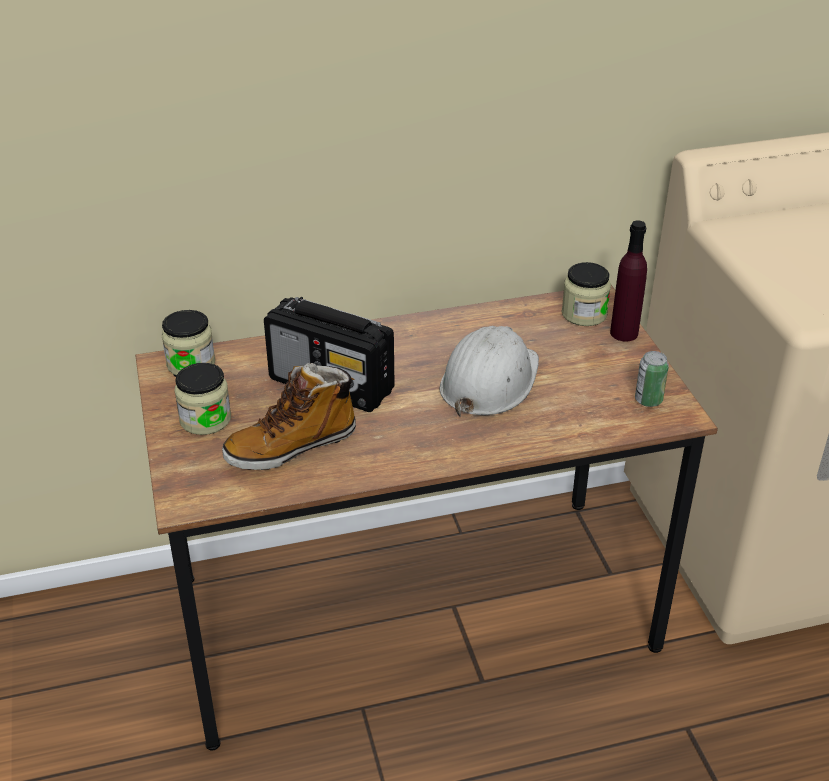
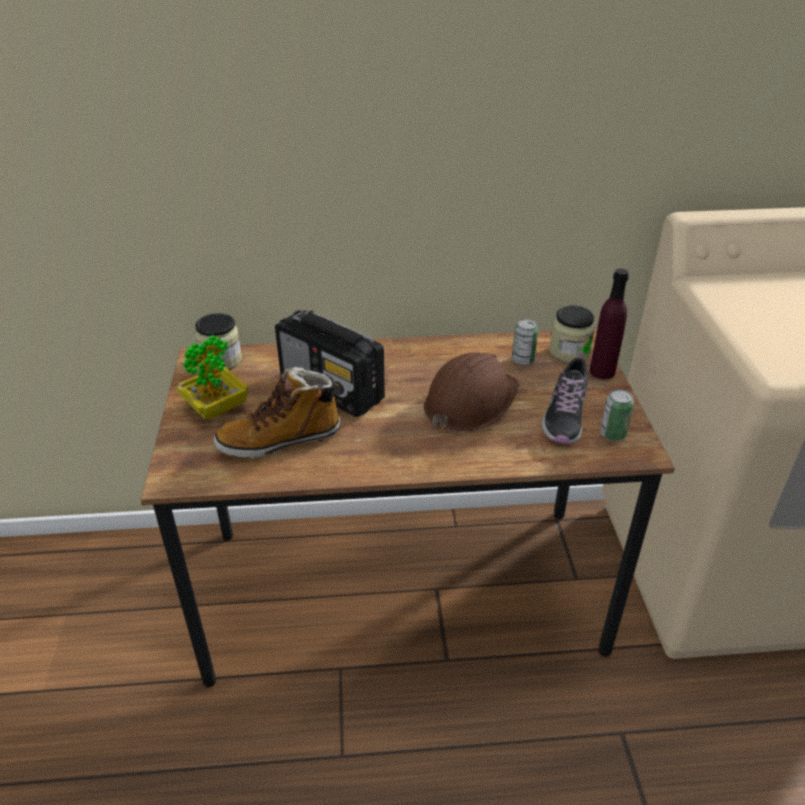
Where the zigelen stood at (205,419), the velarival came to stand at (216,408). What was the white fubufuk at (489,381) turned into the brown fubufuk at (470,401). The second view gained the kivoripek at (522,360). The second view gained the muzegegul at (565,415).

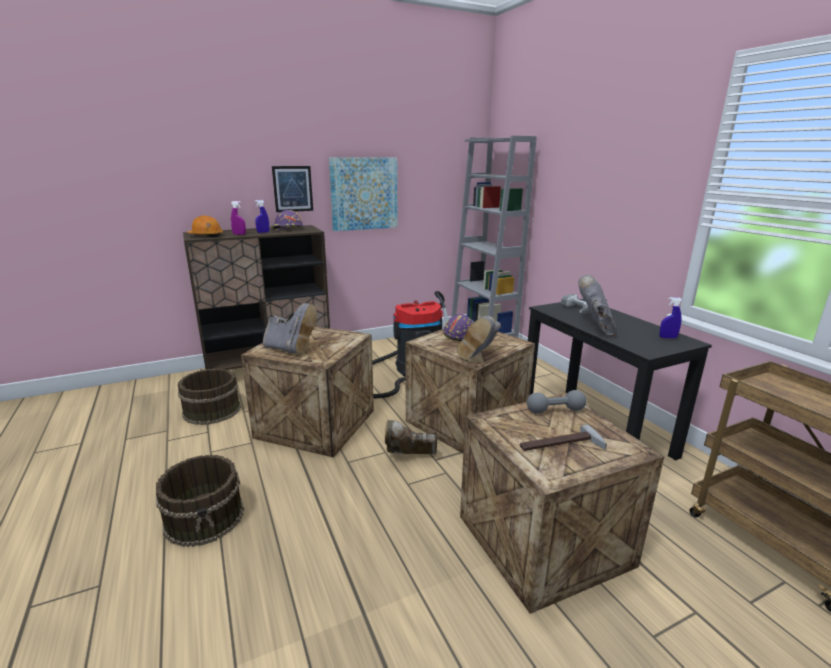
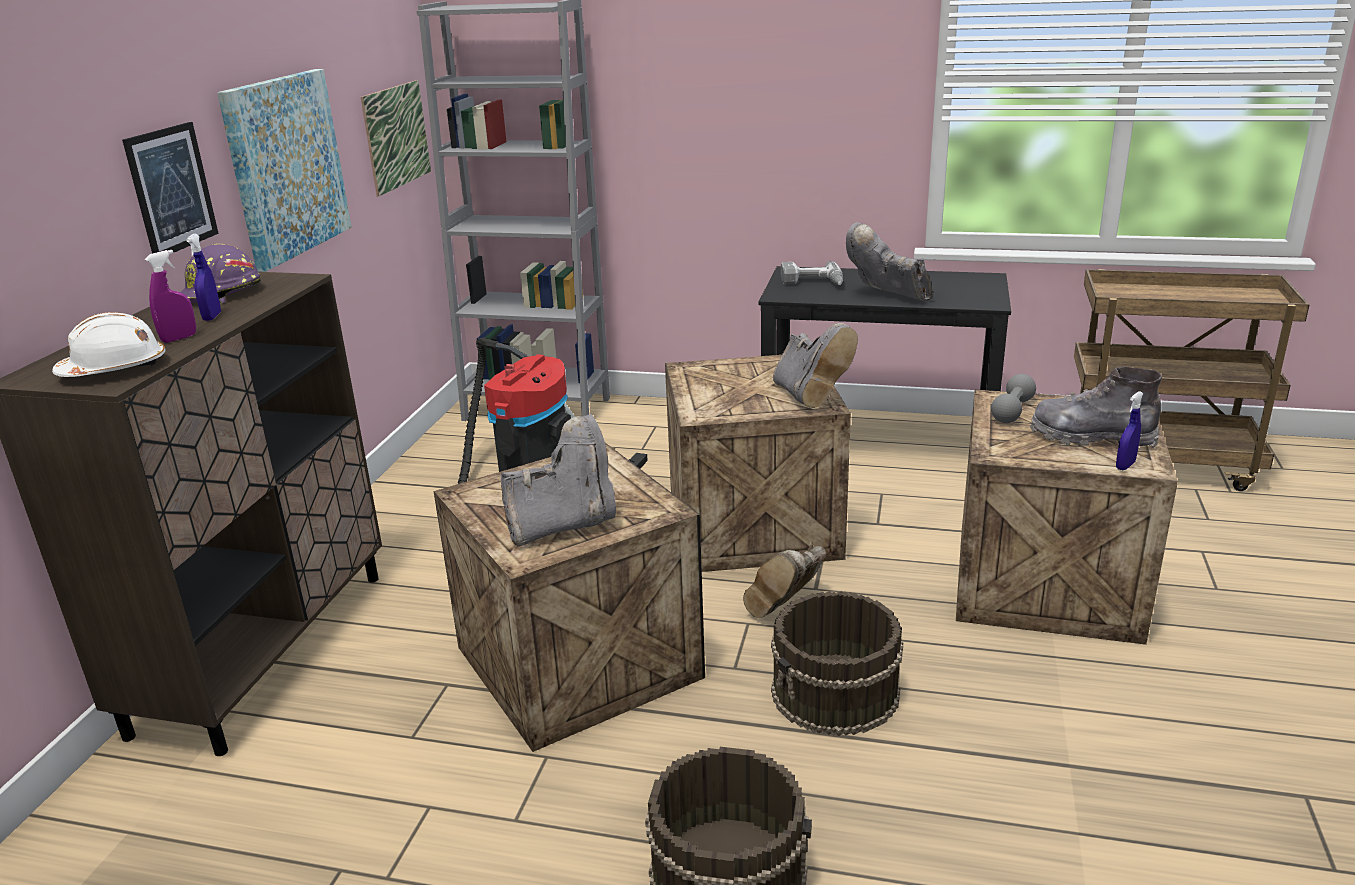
The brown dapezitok ended up elsewhere, having gone from (211,410) to (836,693). What was the orange fubufuk at (206,236) turned into the white fubufuk at (115,369). The second view lost the purple fubufuk at (458,334). Where the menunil stood at (561,445), the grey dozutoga came to stand at (1091,437). The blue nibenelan ended up elsewhere, having gone from (667,338) to (1125,466). The second view gained the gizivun at (396,136).

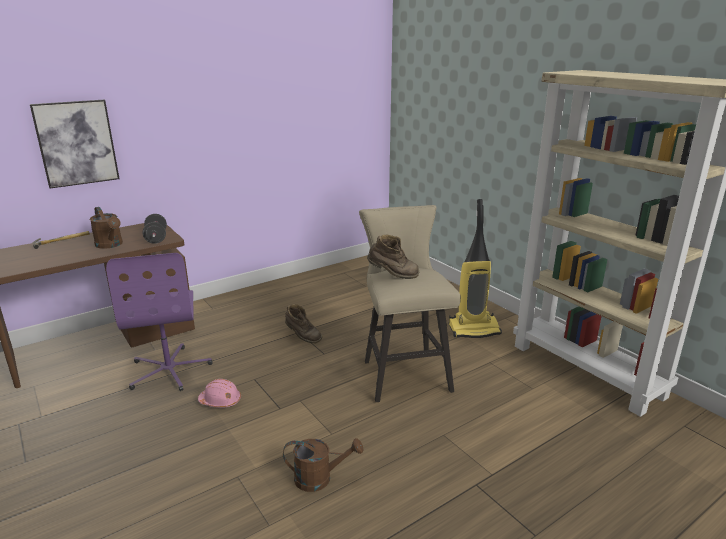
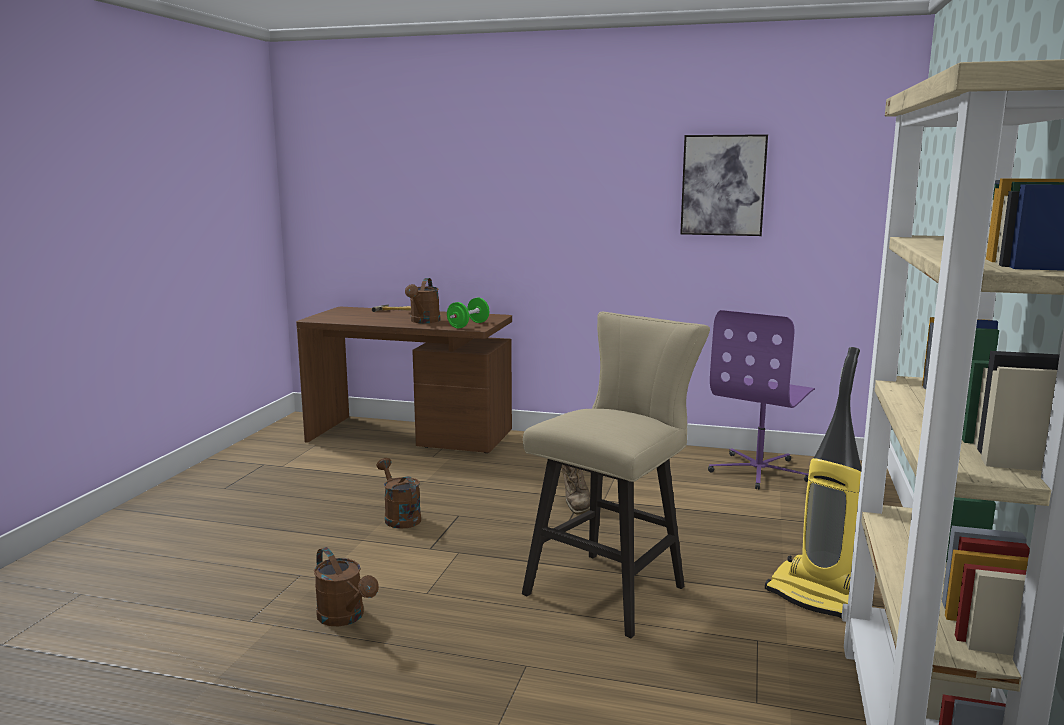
The gizivun ended up elsewhere, having gone from (76,143) to (723,185). The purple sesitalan ended up elsewhere, having gone from (170,370) to (759,471). What was the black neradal at (156,238) turned into the green neradal at (468,325). Where the pink fubufuk stood at (220,401), the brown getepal came to stand at (399,517). The second view lost the brown dozutoga at (393,276).

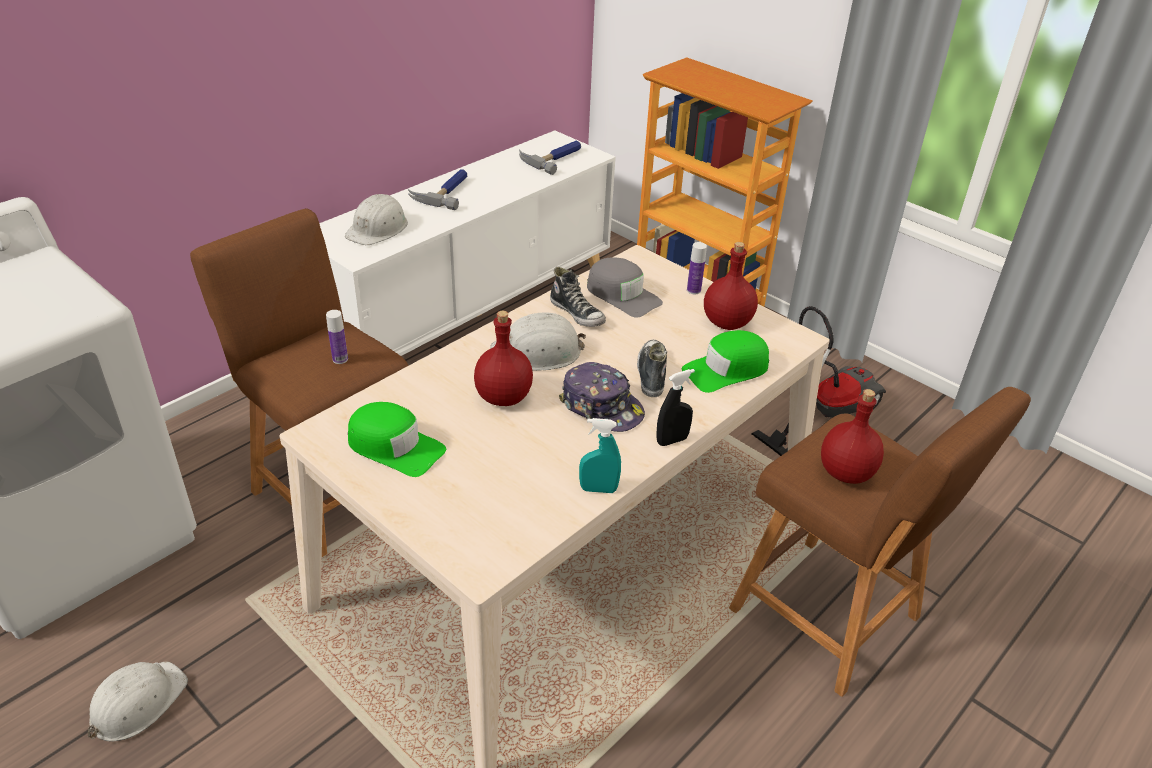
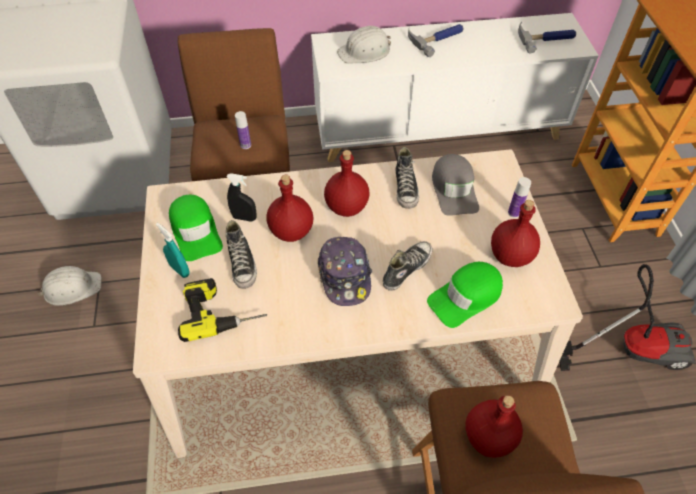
Where the white fubufuk stood at (537,352), the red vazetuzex came to stand at (347,207). The turquoise nibenelan ended up elsewhere, having gone from (598,489) to (180,270). The black nibenelan ended up elsewhere, having gone from (672,440) to (244,218). The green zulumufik at (726,370) ended up facing another way, 45 degrees counterclockwise from before. The second view gained the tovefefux at (222,309). The second view gained the muzegegul at (242,264).

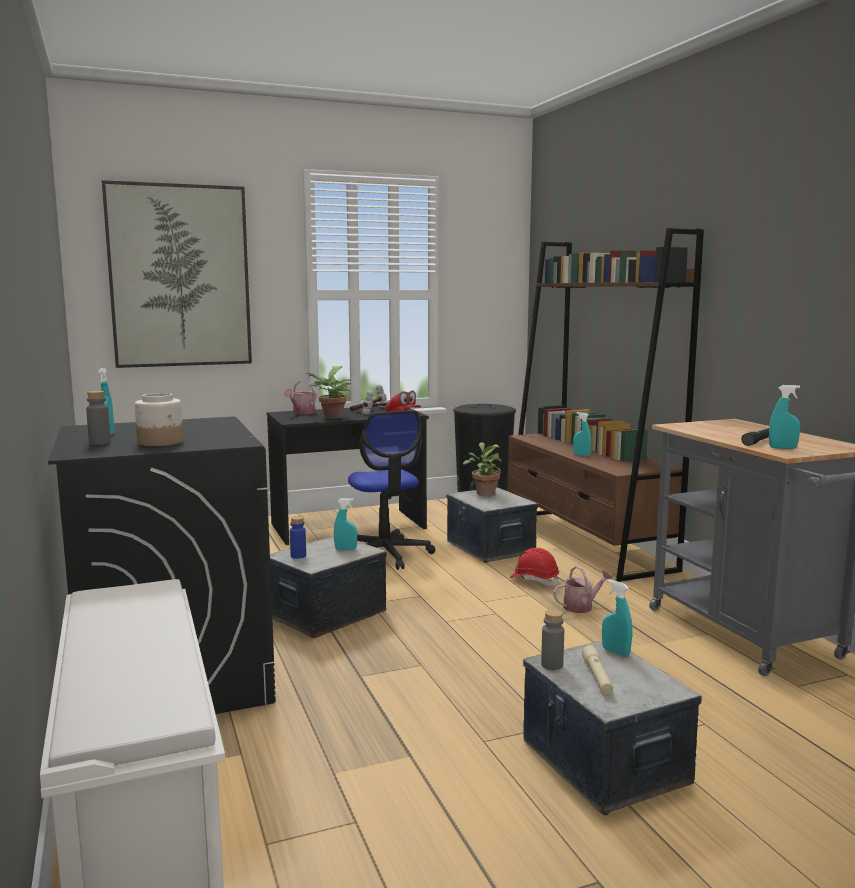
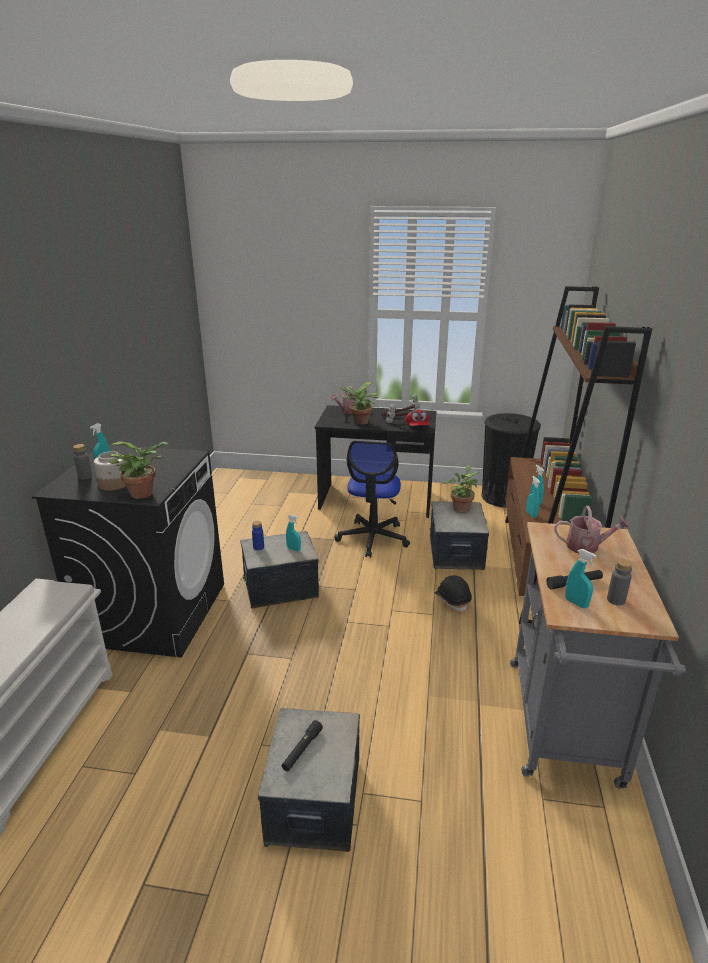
The second view lost the gizivun at (180,276). What was the red fubufuk at (534,580) turned into the black fubufuk at (452,600). The grey vazetuzex ended up elsewhere, having gone from (552,665) to (616,600). The getepal ended up elsewhere, having gone from (581,606) to (587,546). What was the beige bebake at (597,677) turned into the black bebake at (302,750). The turquoise nibenelan ended up elsewhere, having gone from (615,652) to (531,514). The second view gained the velarival at (144,493).

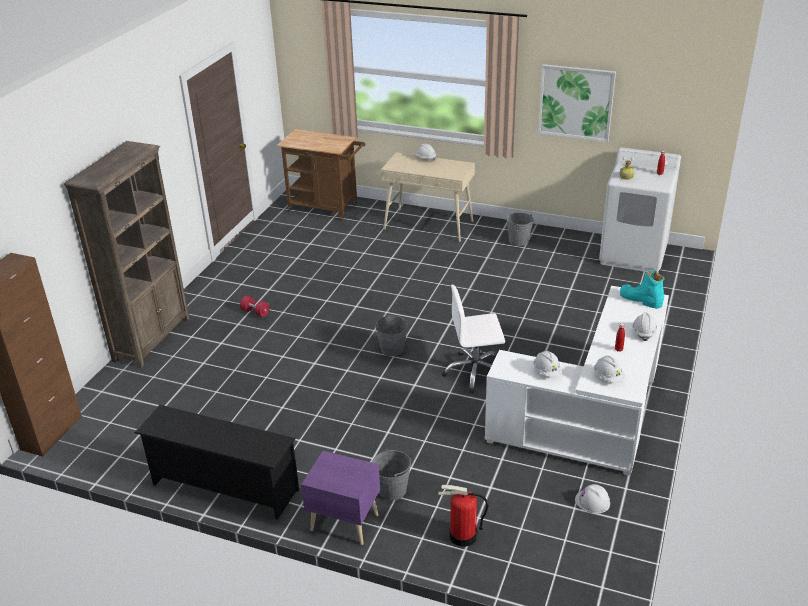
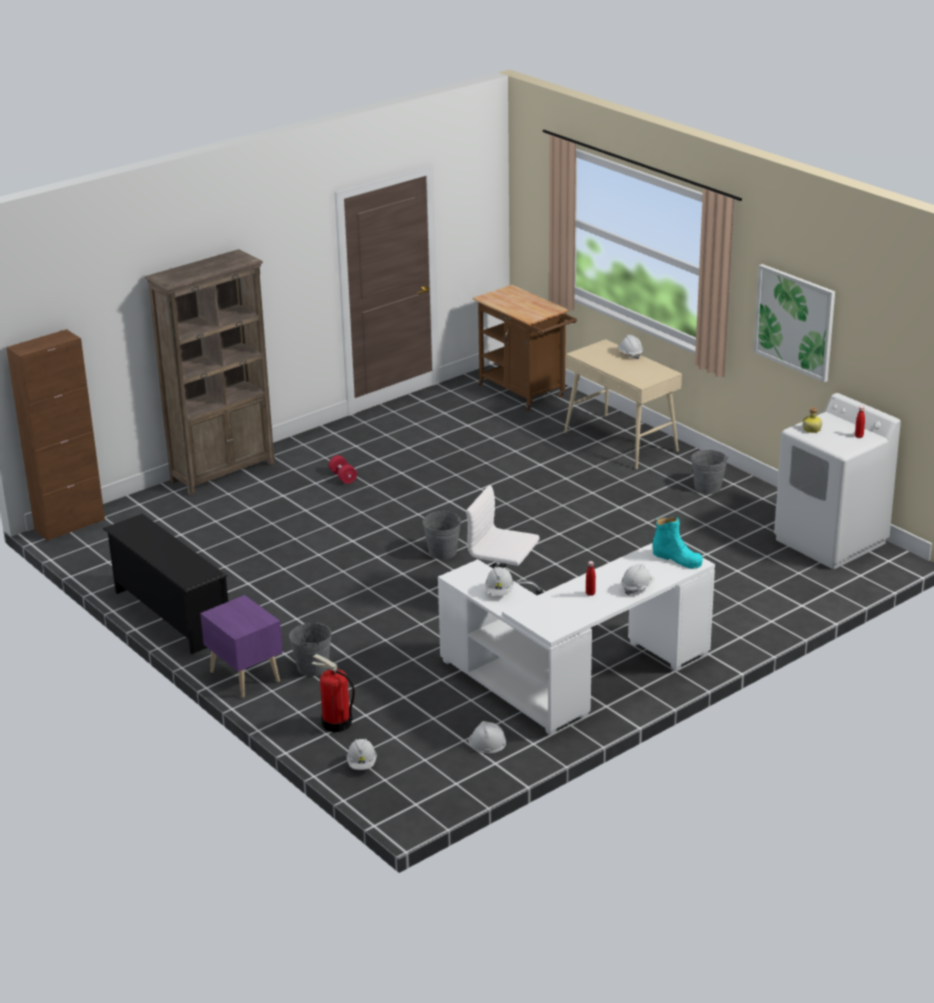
The white fubufuk ended up elsewhere, having gone from (608,377) to (362,763). The turquoise dozutoga at (640,300) ended up facing another way, 150 degrees clockwise from before.

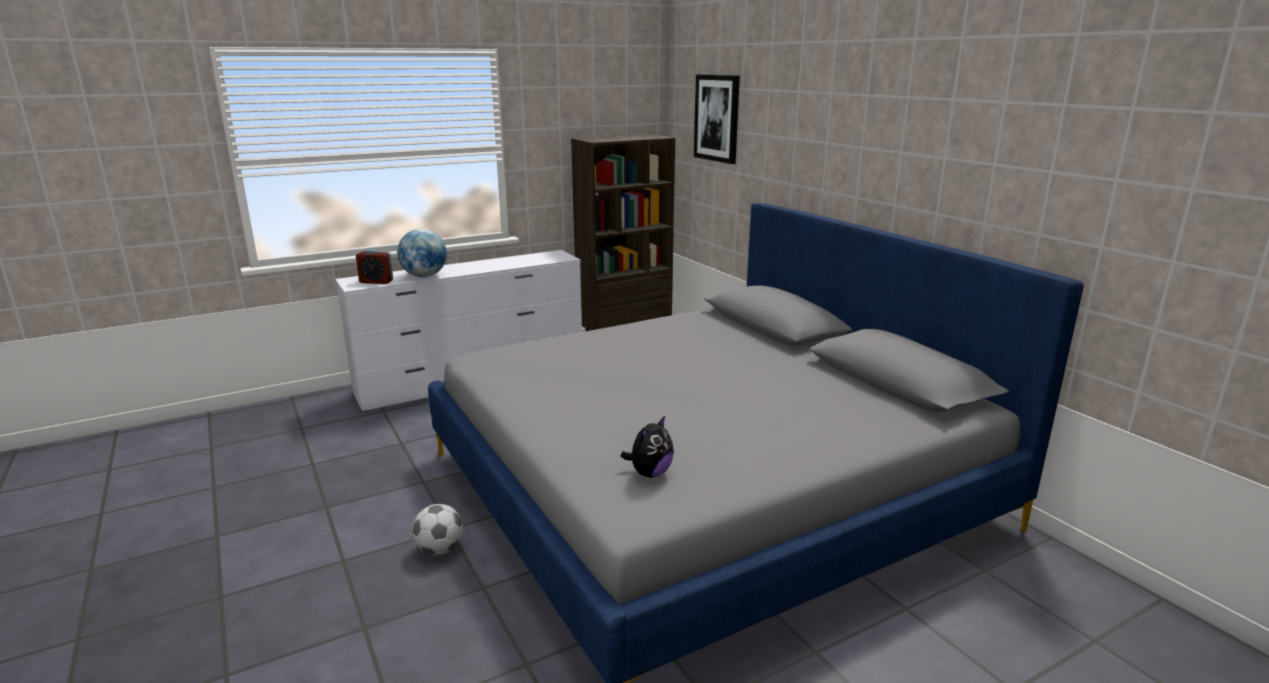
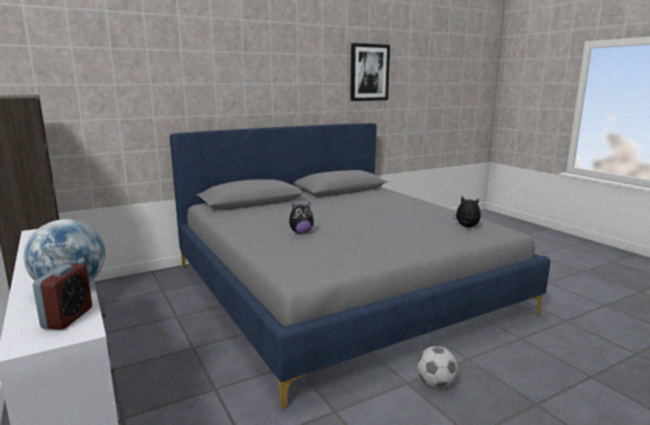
The gizivun ended up elsewhere, having gone from (717,118) to (369,72). The second view gained the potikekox at (301,232).

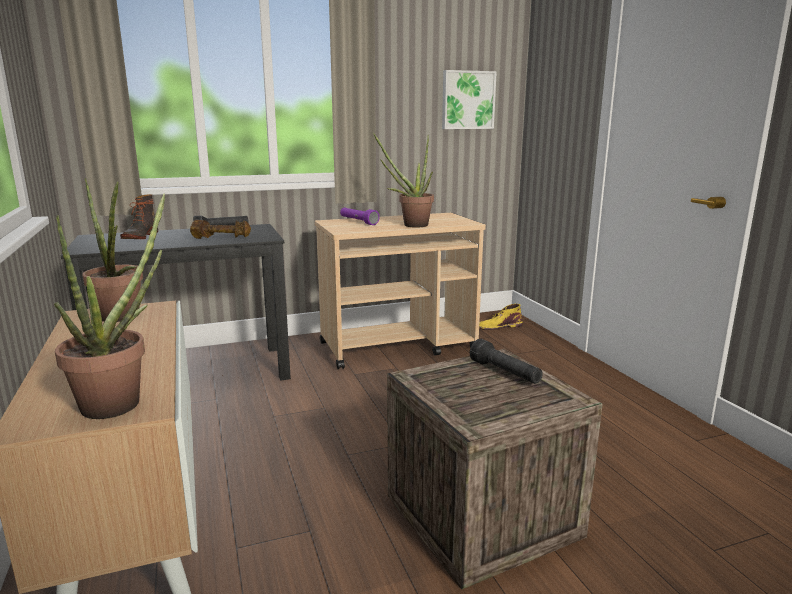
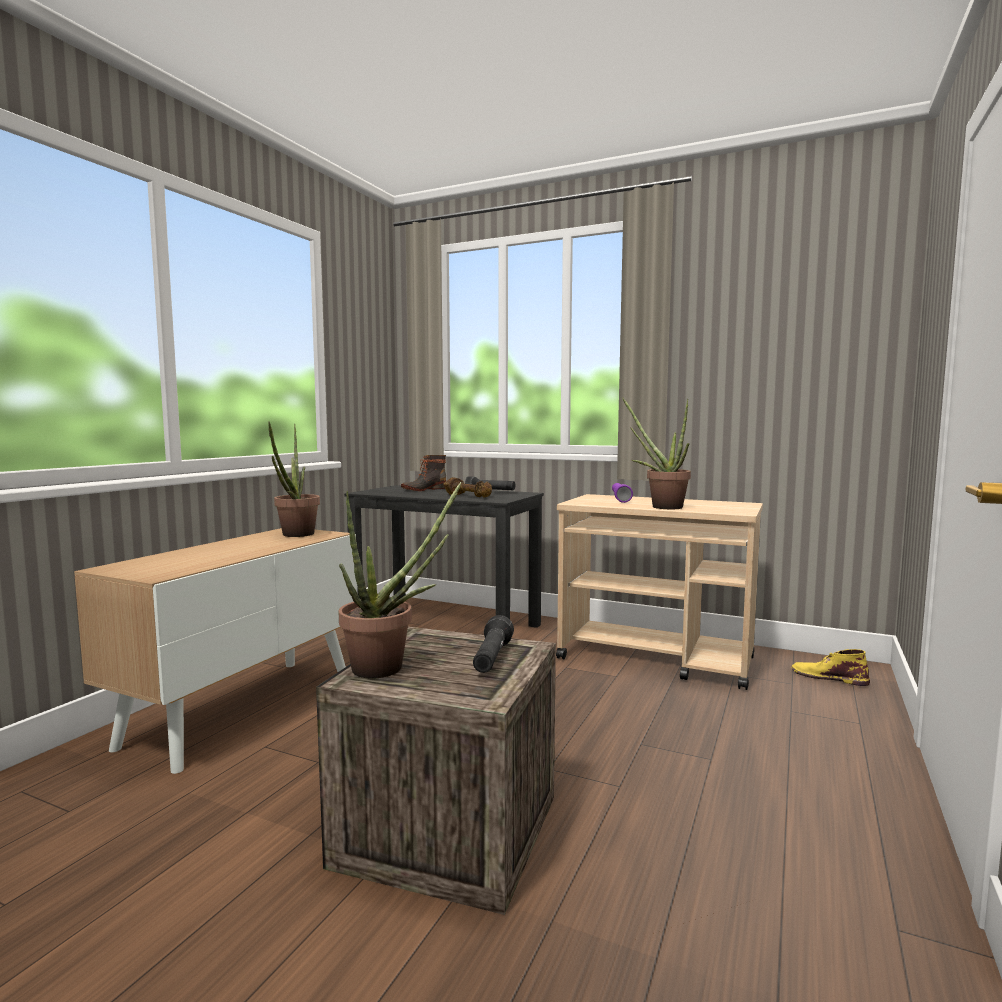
The velarival ended up elsewhere, having gone from (122,400) to (389,667). The second view lost the gizivun at (467,100).

